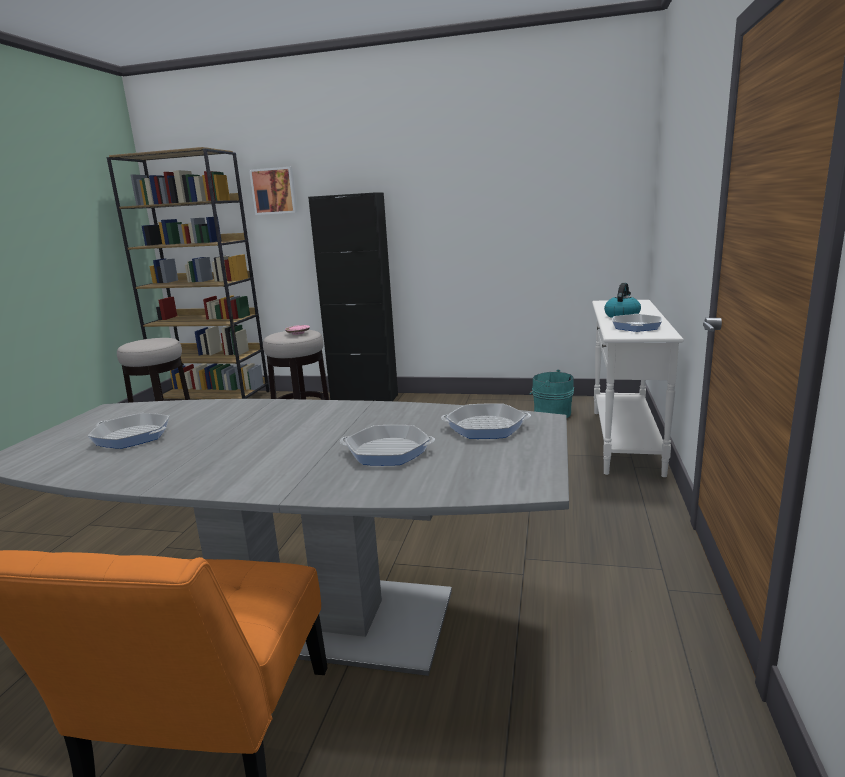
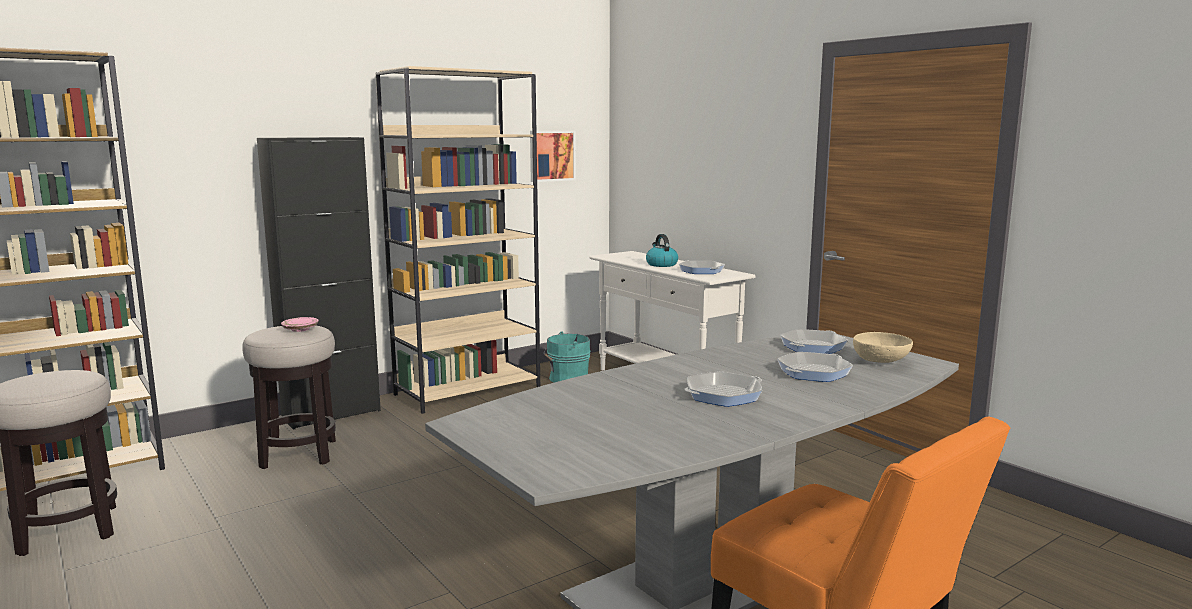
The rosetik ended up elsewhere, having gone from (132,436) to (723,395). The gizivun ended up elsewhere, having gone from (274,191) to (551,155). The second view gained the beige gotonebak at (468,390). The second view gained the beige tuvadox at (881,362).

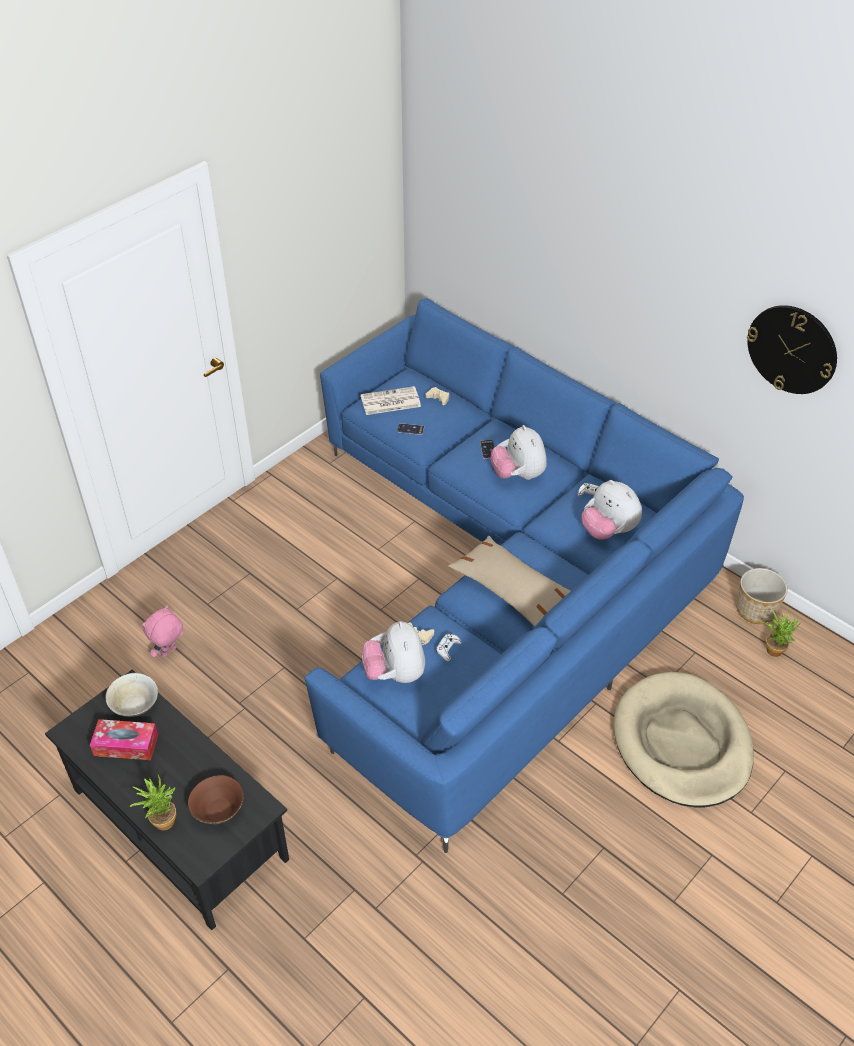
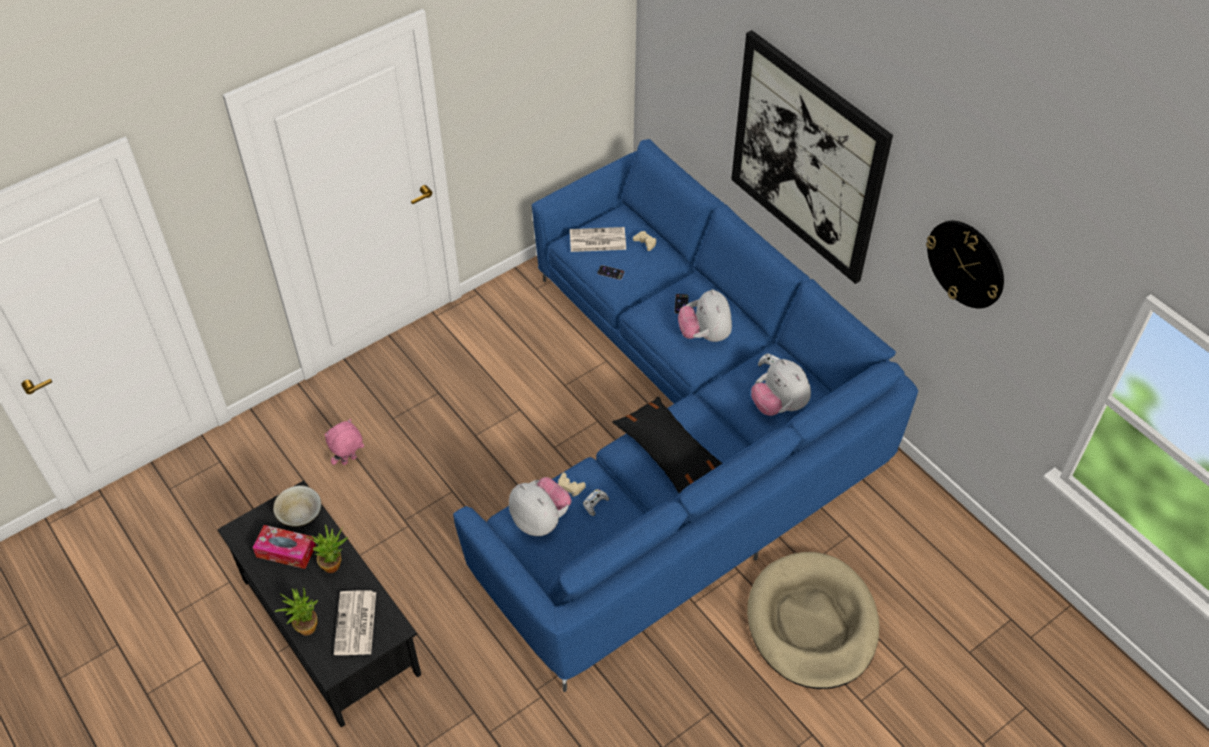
Where the brown tuvadox stood at (218,809), the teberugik came to stand at (356,624). The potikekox at (395,673) ended up facing another way, 135 degrees clockwise from before. What was the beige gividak at (512,590) turned into the black gividak at (670,454). The second view lost the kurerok at (756,610). The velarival ended up elsewhere, having gone from (775,648) to (334,563). The second view gained the gizivun at (807,158).

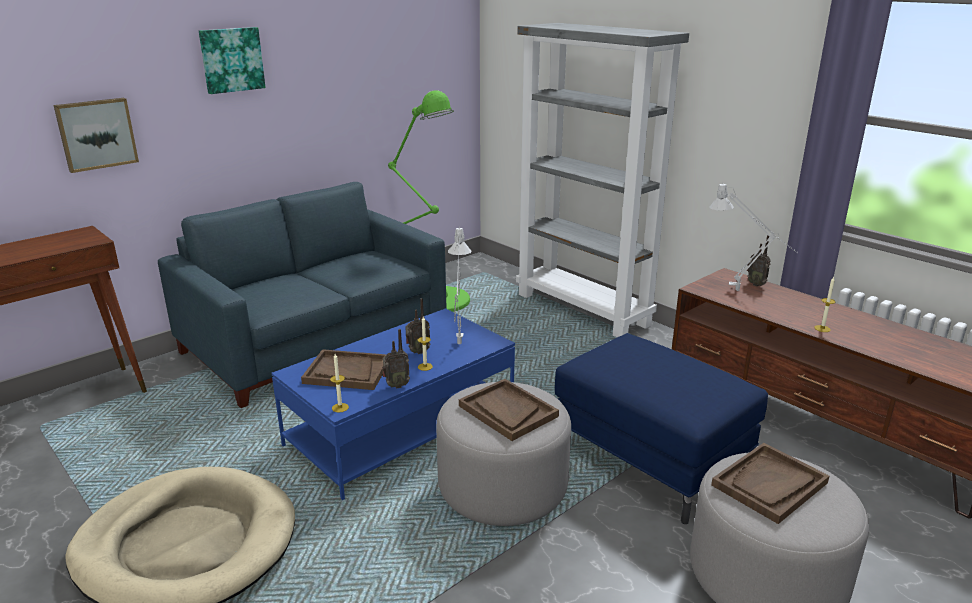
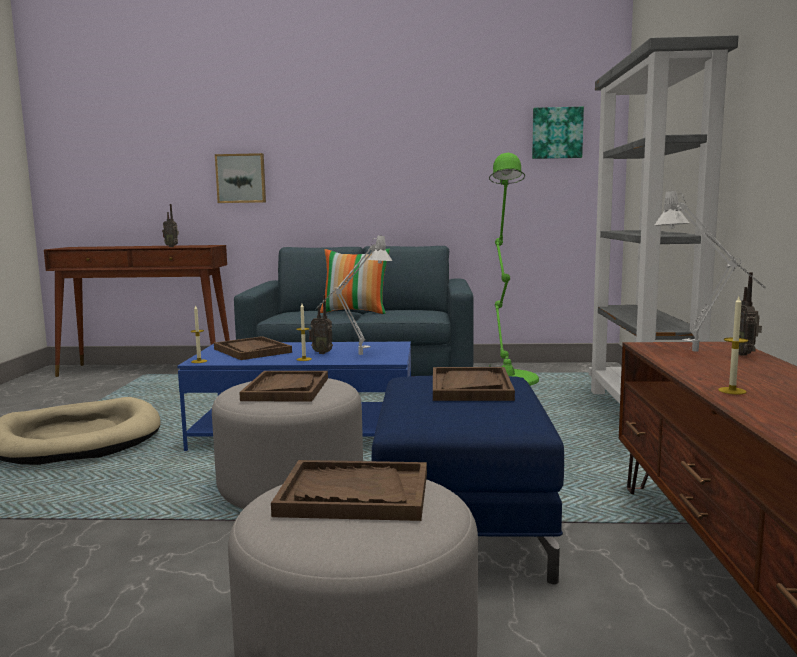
The gizivun ended up elsewhere, having gone from (231,60) to (557,133). The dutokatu ended up elsewhere, having gone from (396,385) to (172,246). The second view gained the gividak at (355,312). The second view gained the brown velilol at (470,387).

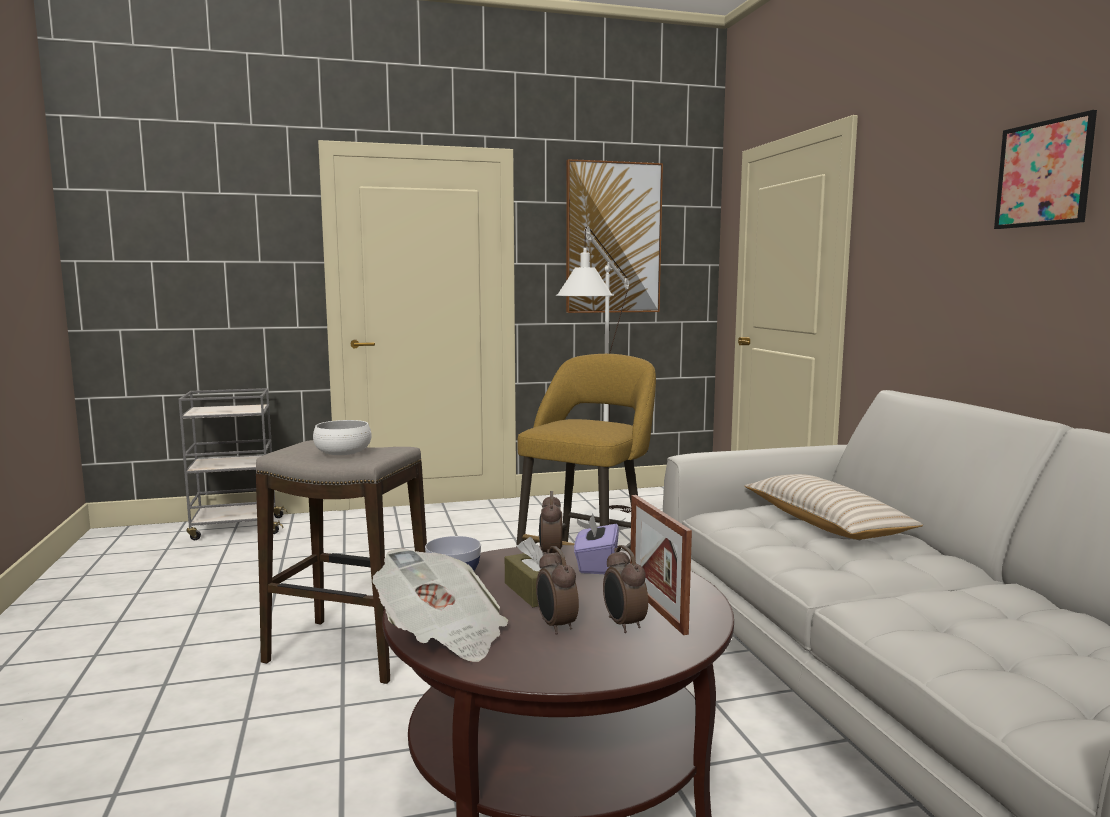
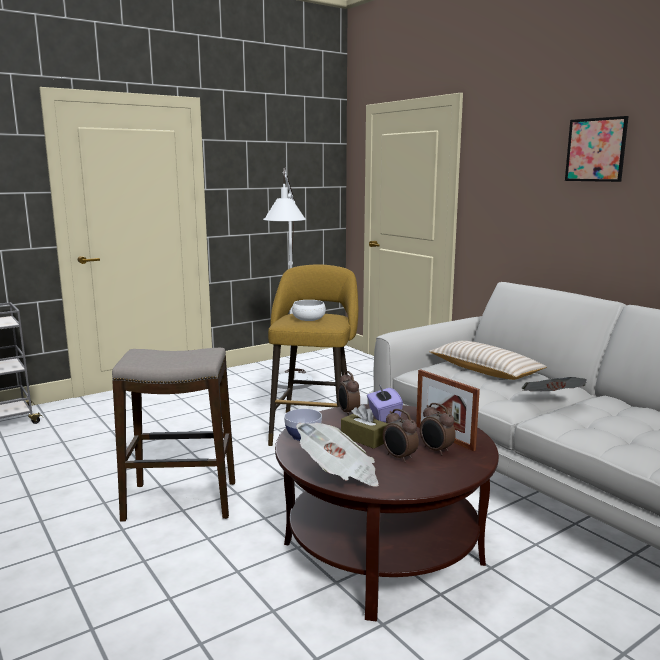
The white tuvadox ended up elsewhere, having gone from (343,452) to (308,319). The second view lost the gizivun at (613,238). The second view gained the teberugik at (551,401).

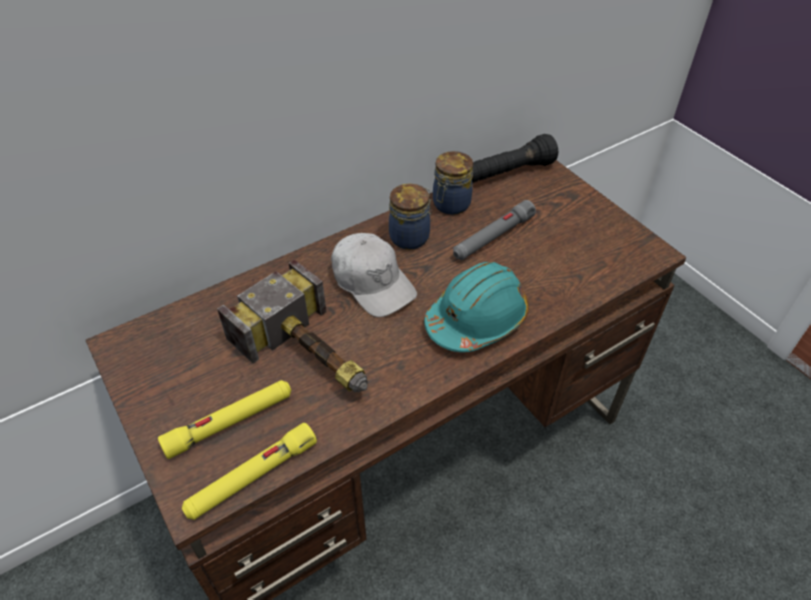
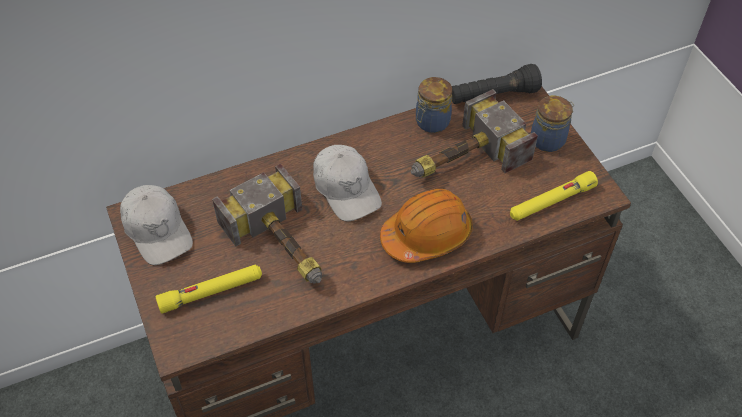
The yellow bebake ended up elsewhere, having gone from (252,477) to (551,202). The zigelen ended up elsewhere, having gone from (411,237) to (549,140). What was the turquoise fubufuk at (477,319) turned into the orange fubufuk at (427,235). Where the grey bebake stood at (493,237), the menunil came to stand at (461,160). The second view gained the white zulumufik at (157,230).

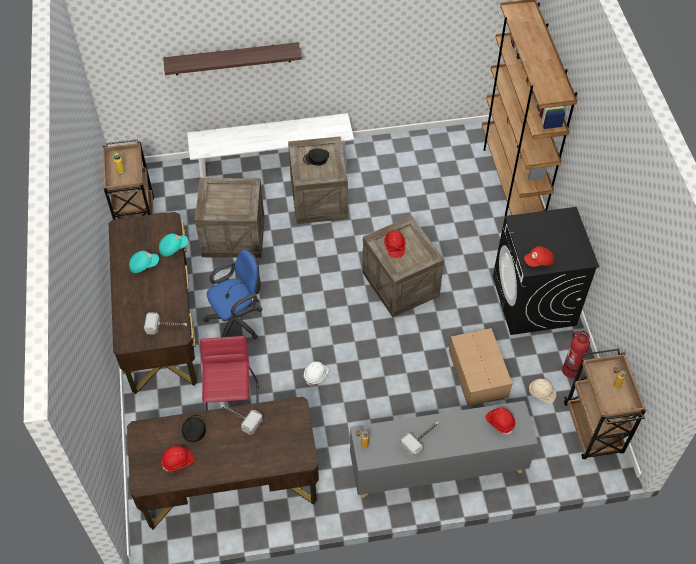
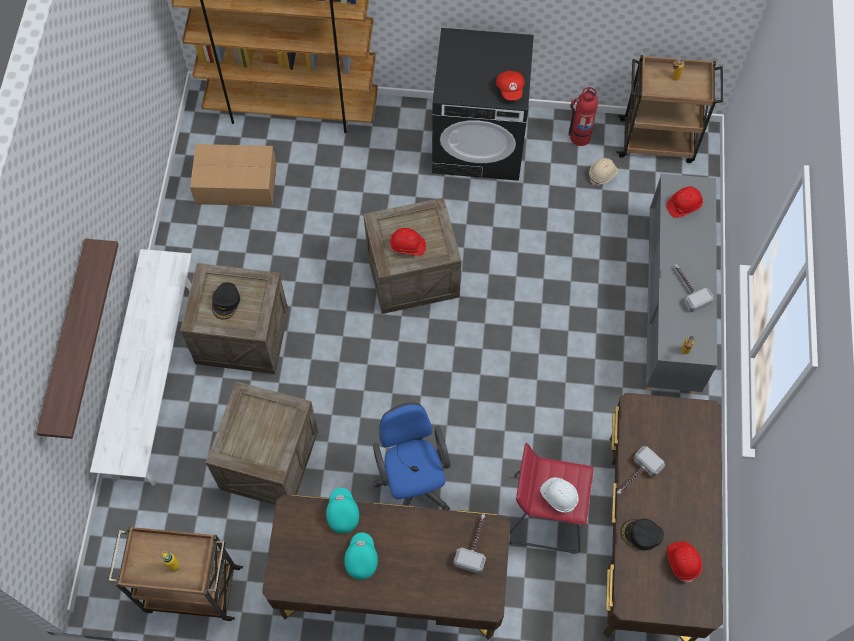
The white fubufuk ended up elsewhere, having gone from (316,375) to (559,496). The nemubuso ended up elsewhere, having gone from (478,372) to (235,183).

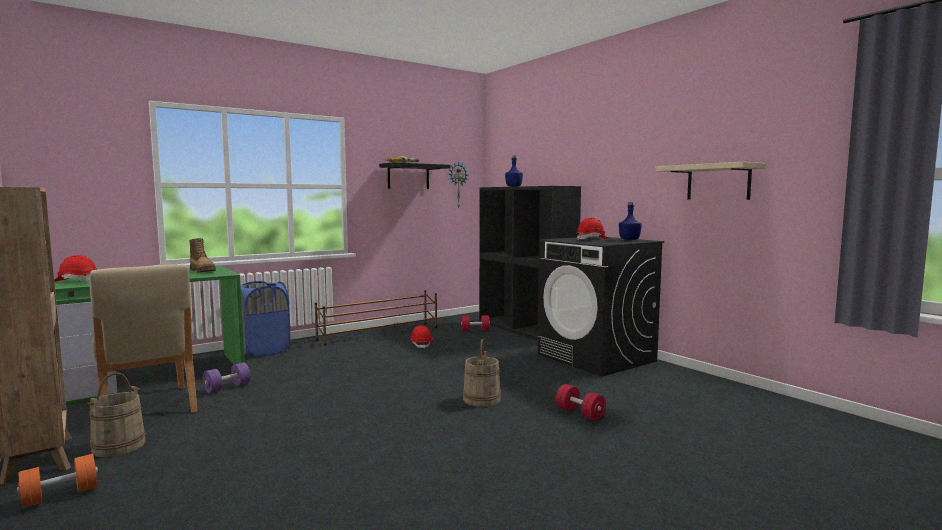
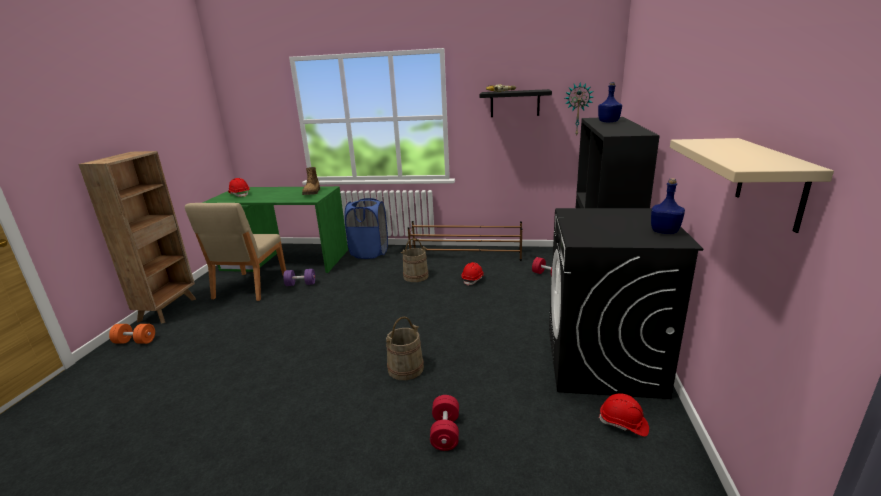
The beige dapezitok ended up elsewhere, having gone from (118,446) to (416,276). The red fubufuk ended up elsewhere, having gone from (592,239) to (623,423).

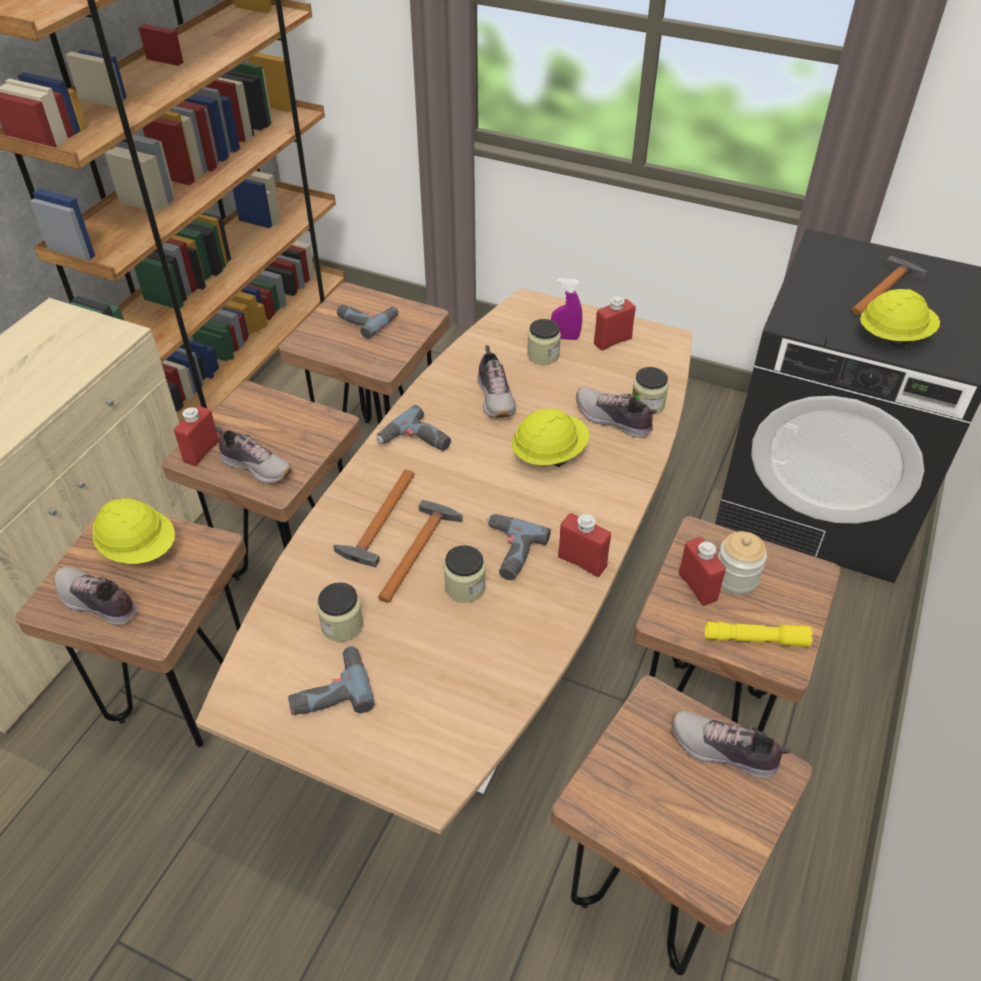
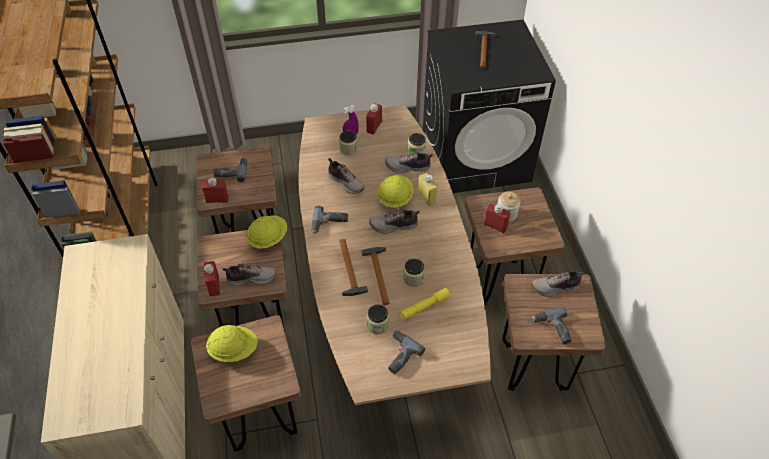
The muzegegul ended up elsewhere, having gone from (97,603) to (394,226). The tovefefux ended up elsewhere, having gone from (508,551) to (552,329). The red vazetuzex ended up elsewhere, having gone from (582,562) to (217,200). The yellow bebake ended up elsewhere, having gone from (755,639) to (425,306). The yellow fubufuk ended up elsewhere, having gone from (893,337) to (268,239). The second view gained the yellow vazetuzex at (427,197).

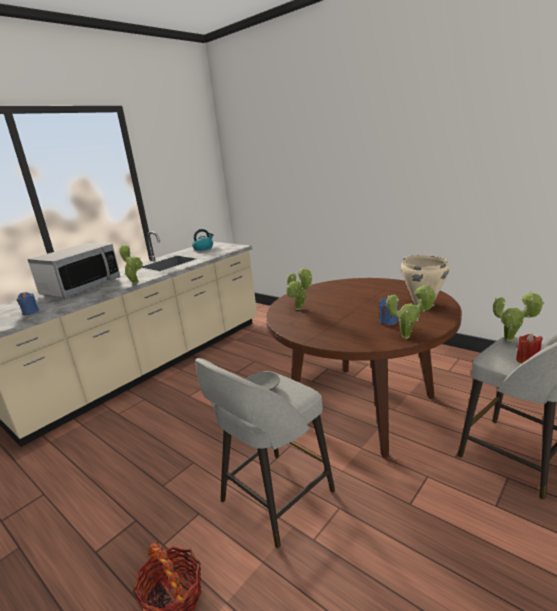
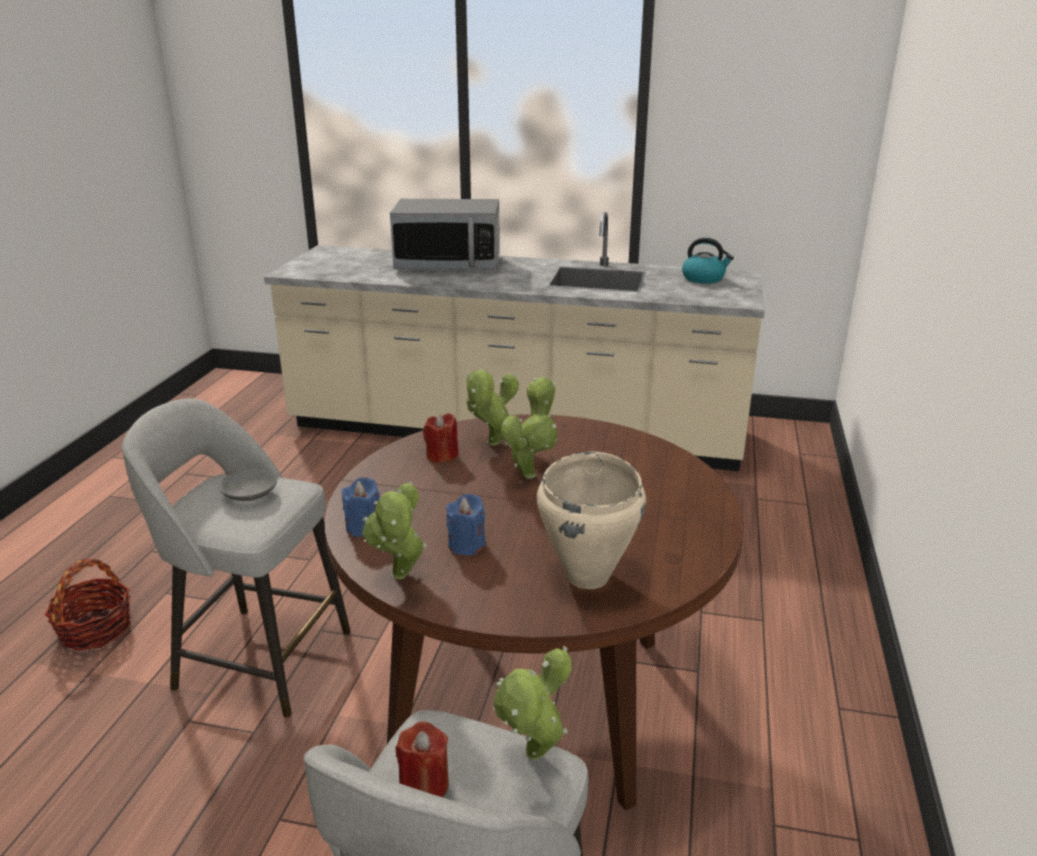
The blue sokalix ended up elsewhere, having gone from (30,312) to (364,527). The velarival ended up elsewhere, having gone from (135,282) to (530,473). The second view gained the red sokalix at (442,456).

